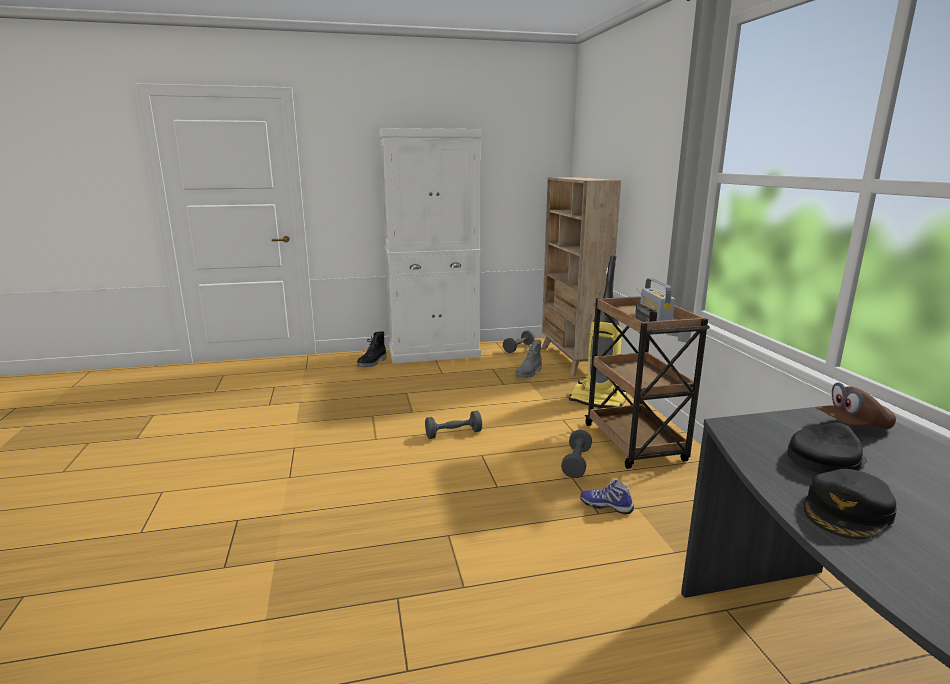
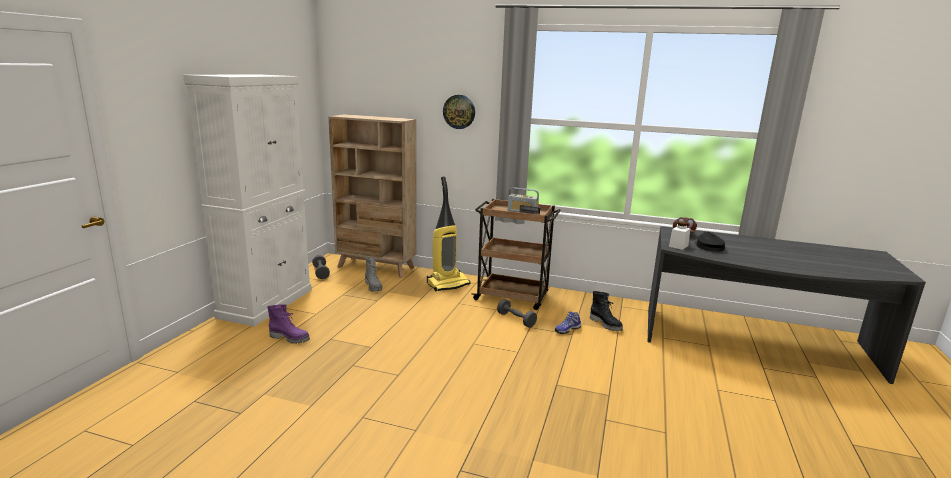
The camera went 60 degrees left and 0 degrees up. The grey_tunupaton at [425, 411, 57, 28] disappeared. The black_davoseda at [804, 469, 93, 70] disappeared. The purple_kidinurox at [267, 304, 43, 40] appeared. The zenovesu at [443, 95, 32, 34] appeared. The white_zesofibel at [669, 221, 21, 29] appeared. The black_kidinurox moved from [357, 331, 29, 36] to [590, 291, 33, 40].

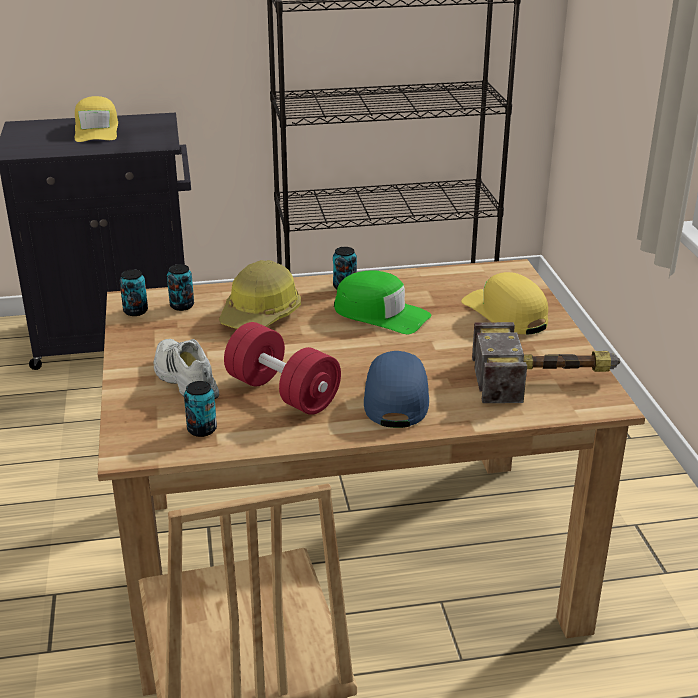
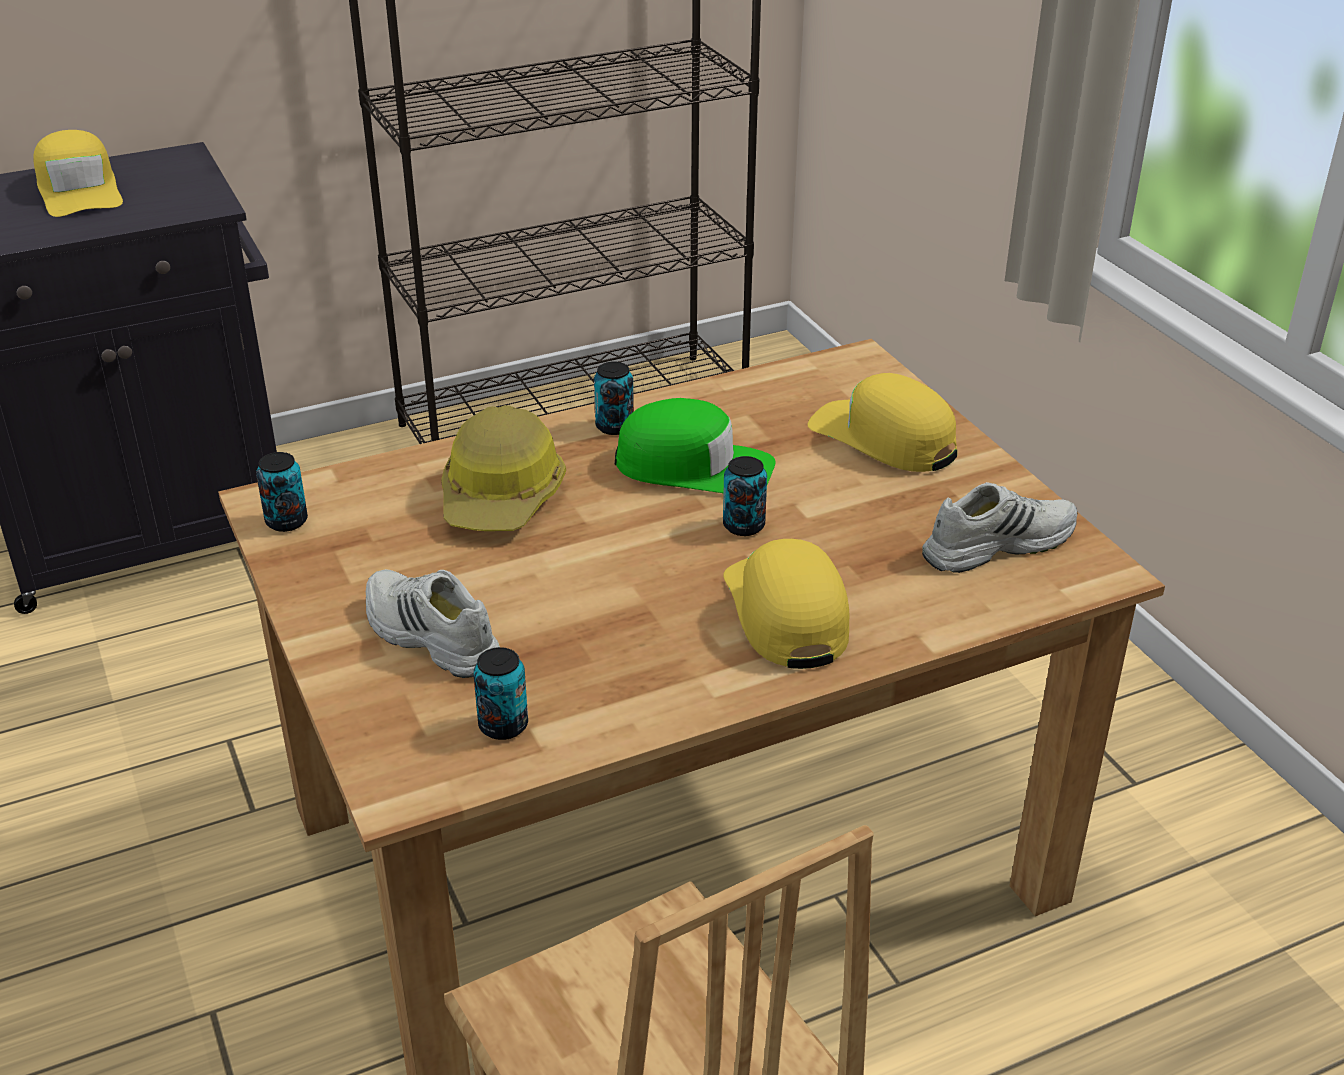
The camera went 15 degrees left and 5 degrees up. The red_tunupaton at [224, 322, 117, 93] disappeared. The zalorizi moved from [167, 264, 27, 47] to [723, 456, 44, 80]. The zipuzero at [472, 322, 148, 81] was replaced by the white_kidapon at [922, 482, 156, 91]. The blue_davoseda at [364, 351, 65, 77] became the yellow_davoseda at [723, 539, 126, 130].

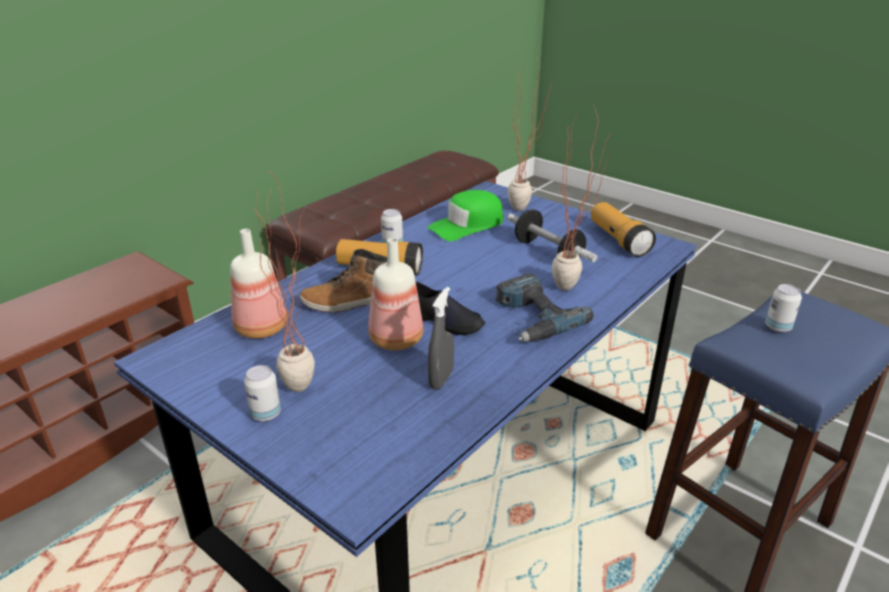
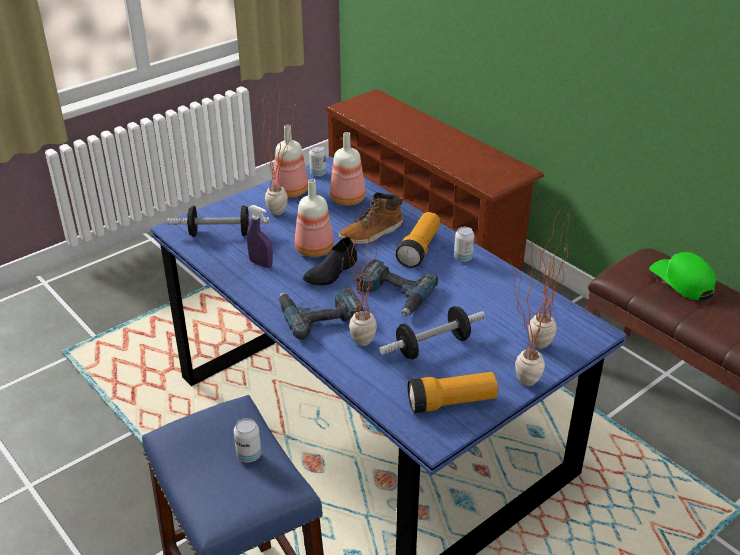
The camera went 100 degrees right and 5 degrees up. The tunupaton at [167, 205, 102, 32] appeared. The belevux at [273, 125, 35, 73] appeared. The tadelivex at [356, 259, 82, 57] appeared. The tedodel at [509, 239, 46, 147] appeared. The zalorizi moved from [244, 365, 37, 56] to [309, 145, 17, 32]. The green_davoseda moved from [428, 190, 75, 51] to [649, 252, 67, 48]. The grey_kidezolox at [428, 287, 26, 103] became the purple_kidezolox at [247, 205, 26, 63]. The kidinurox at [299, 249, 88, 64] turned 120 degrees counterclockwise.

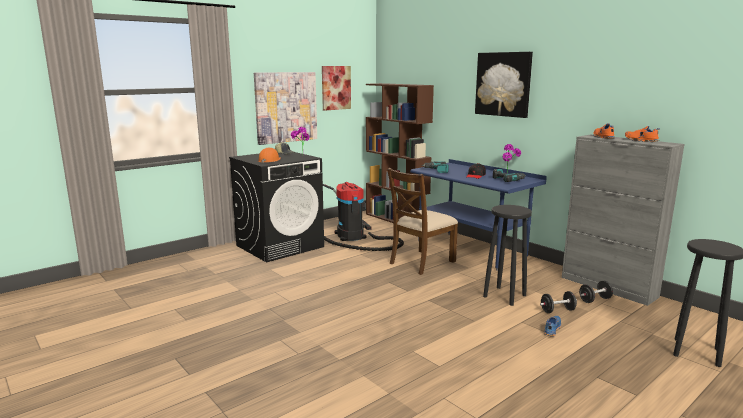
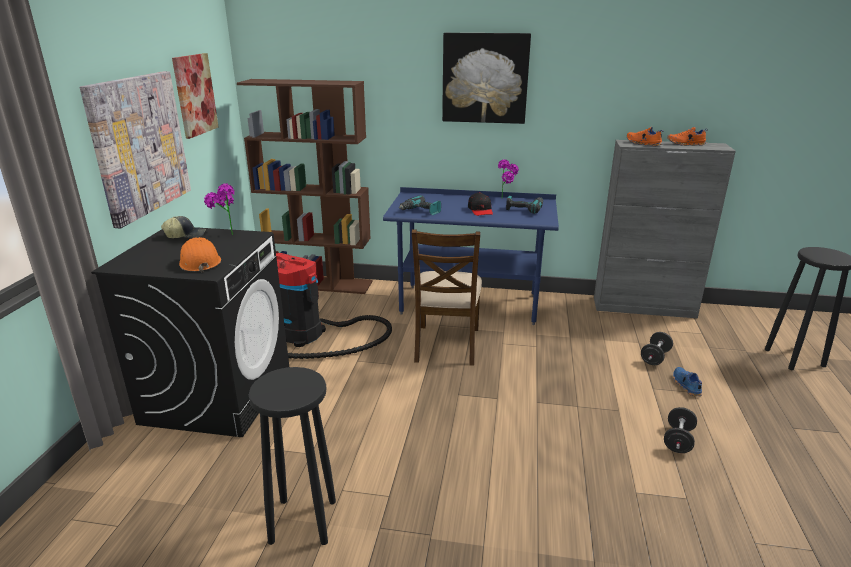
The camera went 40 degrees left and 10 degrees up. The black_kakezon moved from [483, 205, 49, 101] to [249, 367, 87, 178]. The black_tunupaton moved from [579, 281, 34, 22] to [664, 407, 33, 46].

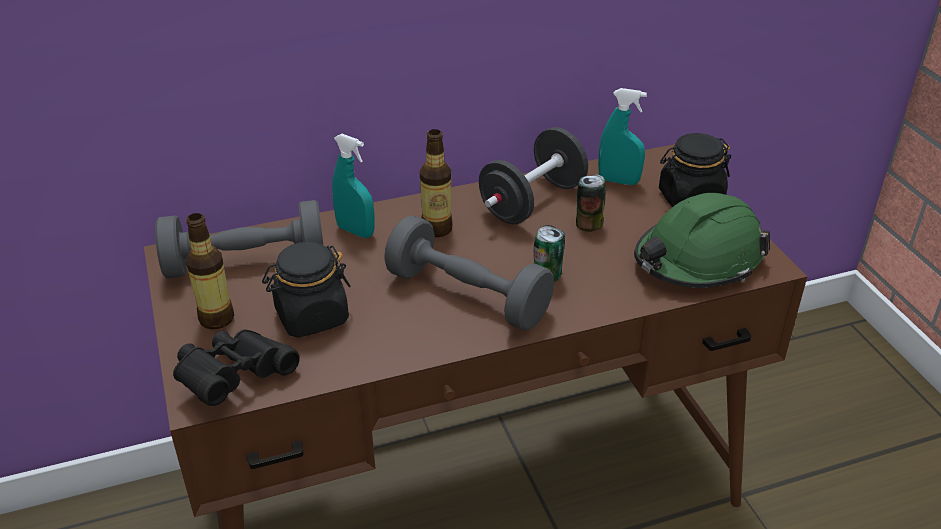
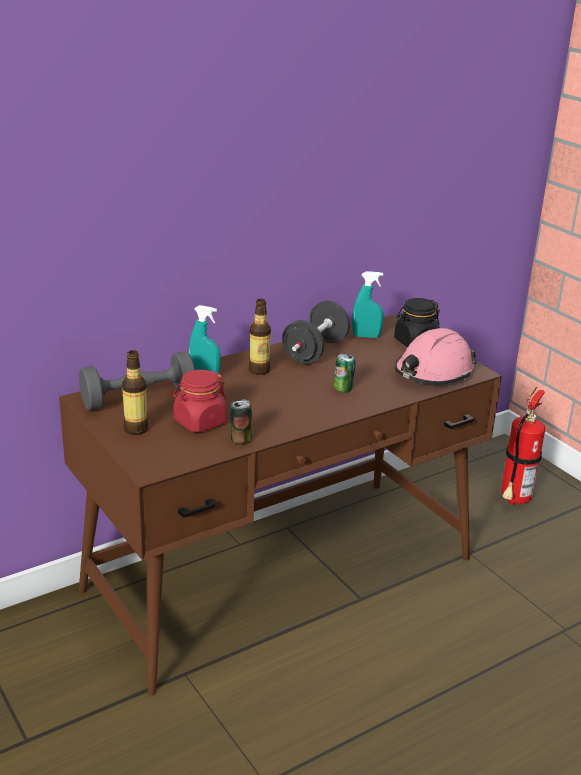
The camera went 15 degrees left and 10 degrees down. The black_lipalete at [173, 329, 127, 77] disappeared. The grey_tunupaton at [384, 216, 170, 115] disappeared. The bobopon at [501, 387, 45, 118] appeared. The zalorizi moved from [576, 175, 30, 57] to [230, 400, 22, 45]. The black_zesofibel at [262, 242, 89, 95] became the red_zesofibel at [173, 370, 54, 62]. The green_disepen at [634, 193, 136, 95] became the pink_disepen at [394, 328, 83, 56].

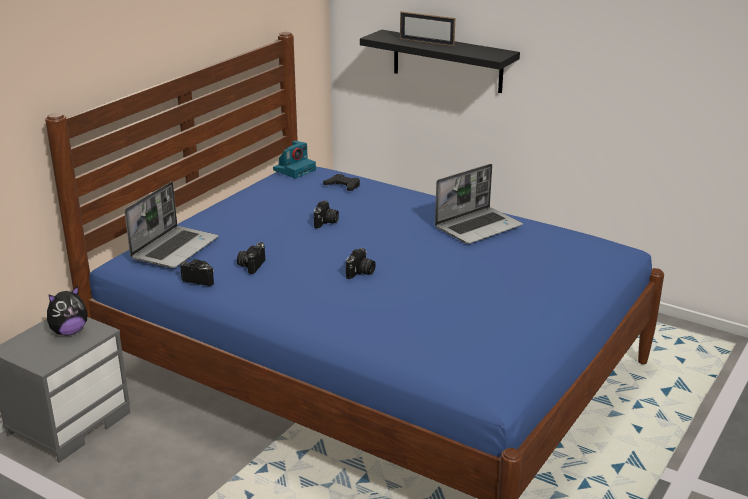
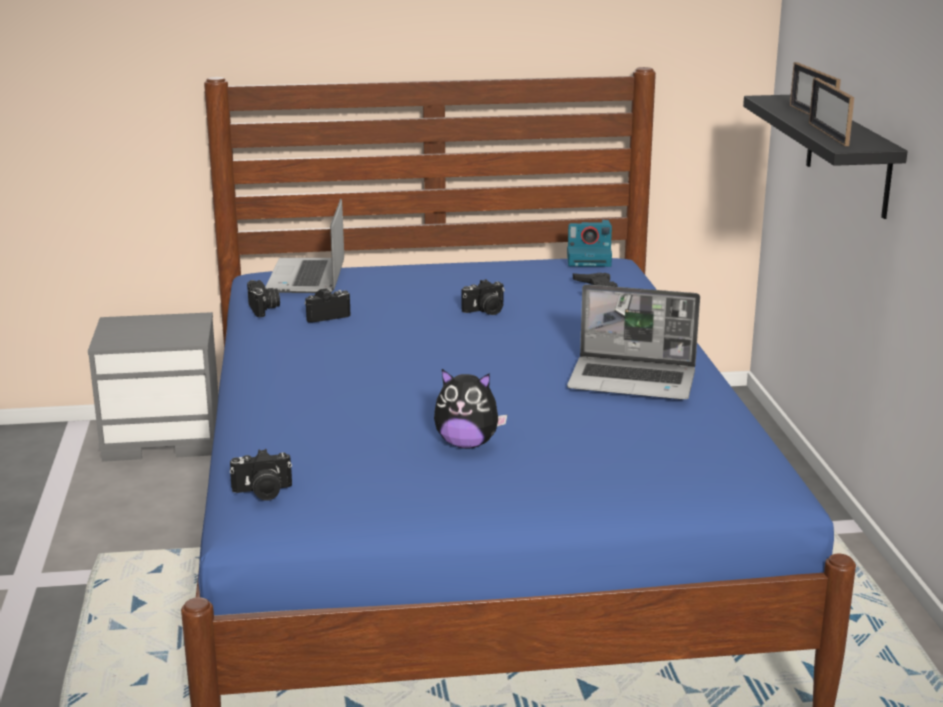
The camera went 50 degrees right and 5 degrees down. The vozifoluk at [809, 78, 45, 68] appeared. The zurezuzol moved from [47, 286, 41, 50] to [434, 369, 74, 80]. The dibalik moved from [346, 248, 30, 31] to [230, 449, 62, 51]. The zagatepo at [124, 182, 95, 86] turned 105 degrees clockwise.

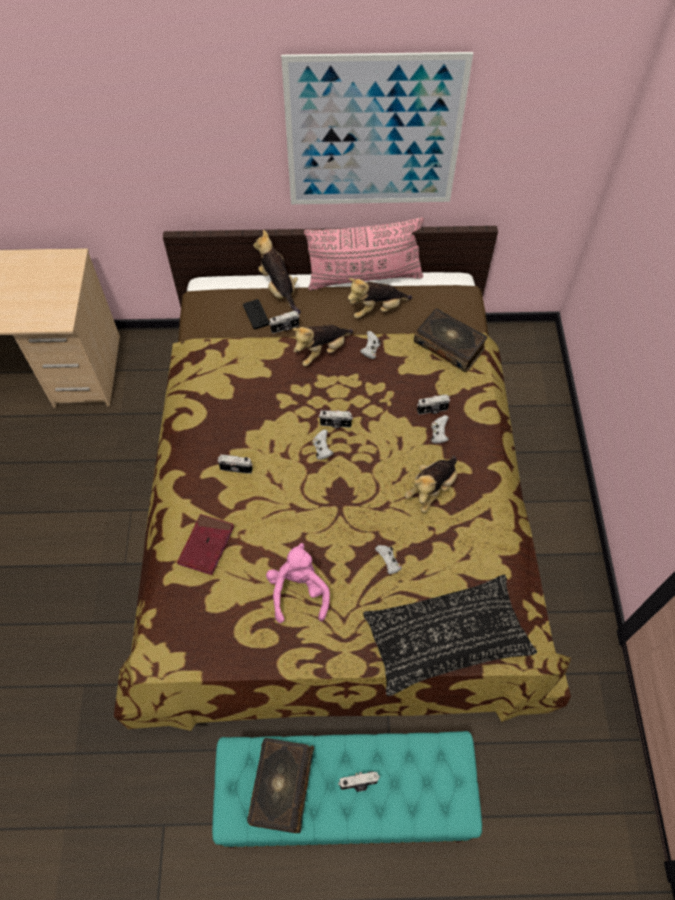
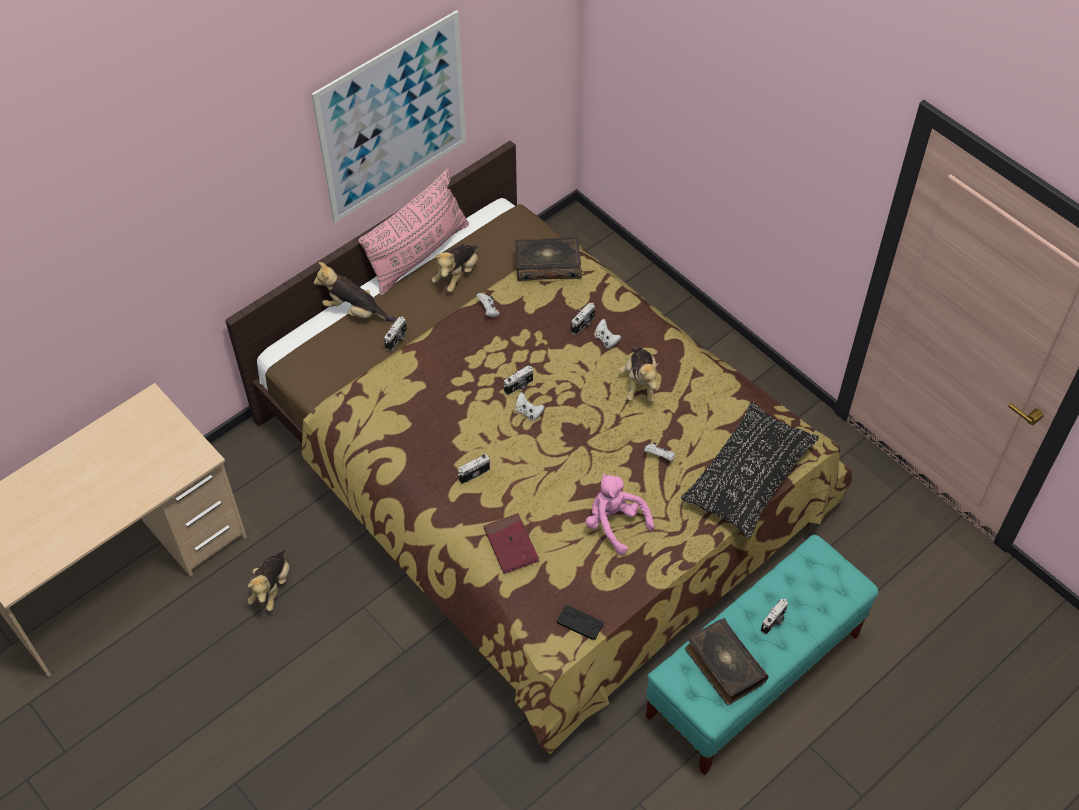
The camera went 40 degrees left and 5 degrees down. The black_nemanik moved from [243, 299, 27, 30] to [557, 605, 47, 35]. The zurezuzol moved from [292, 325, 61, 41] to [248, 548, 41, 63].

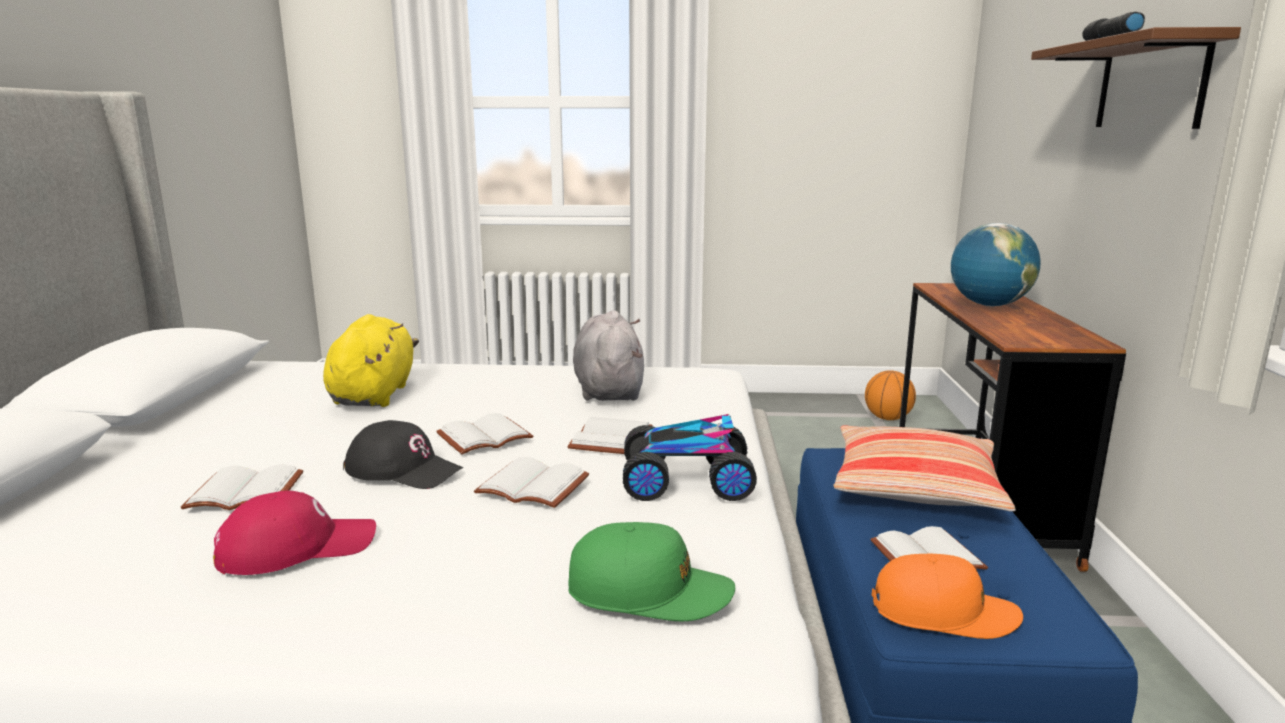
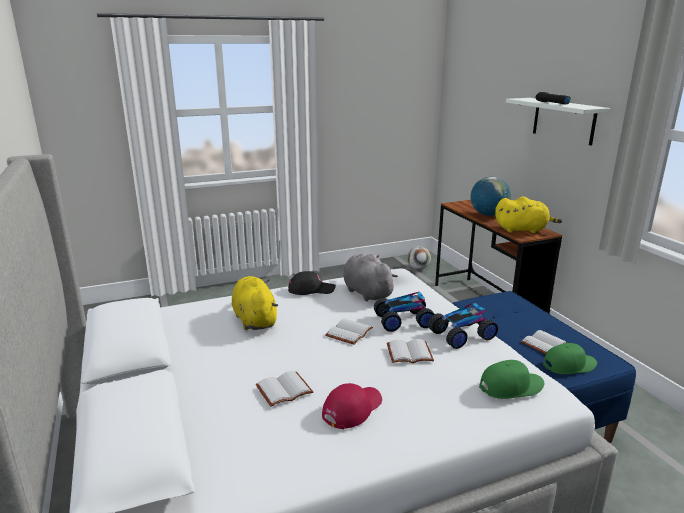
The camera went 25 degrees left and 5 degrees up. The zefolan at [833, 425, 183, 87] disappeared. The yellow_zurezuzol at [495, 197, 67, 36] appeared. The black_davoseda moved from [343, 420, 121, 69] to [288, 271, 48, 24]. The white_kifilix at [568, 417, 84, 37] was replaced by the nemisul at [374, 291, 60, 41]. The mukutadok at [865, 370, 51, 50] was replaced by the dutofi at [407, 246, 24, 24]. The orange_davoseda at [872, 553, 151, 86] became the green_davoseda at [543, 343, 54, 31]. The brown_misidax at [1031, 27, 210, 102] became the white_misidax at [506, 98, 104, 48].

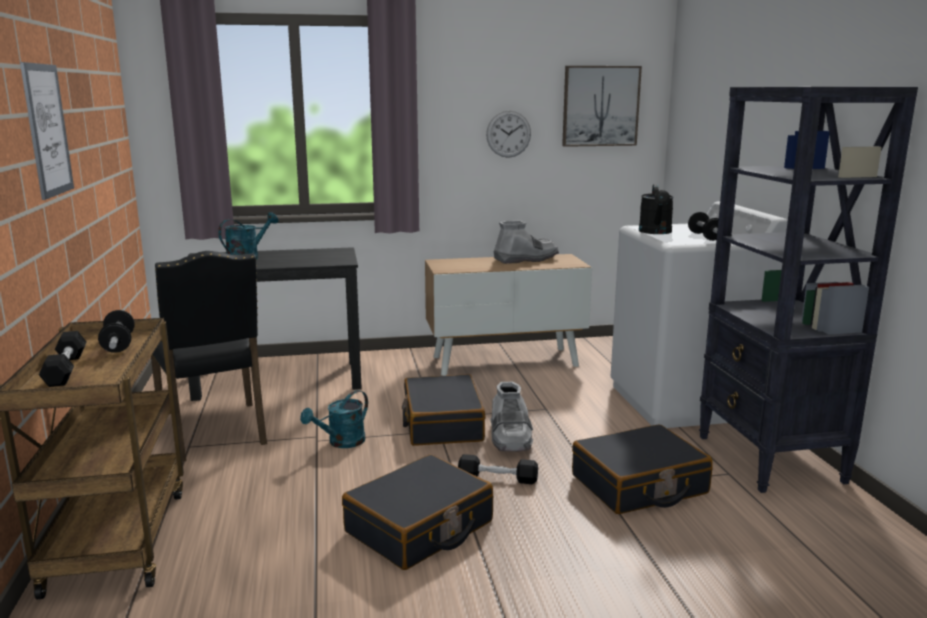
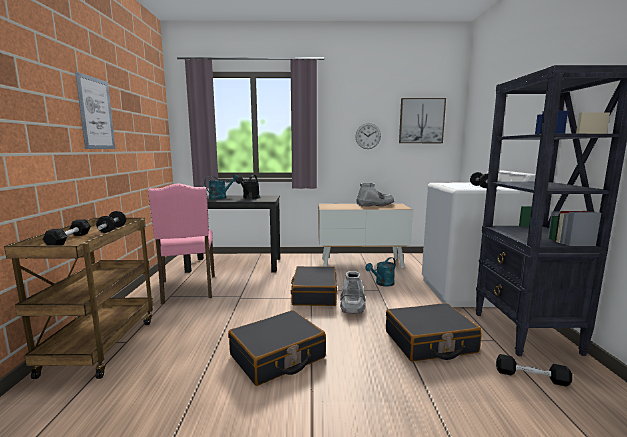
The camera went 10 degrees right and 5 degrees down. The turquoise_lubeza moved from [300, 390, 68, 58] to [365, 257, 31, 30]. The black_tunupaton moved from [458, 454, 80, 30] to [496, 354, 76, 33]. The black_lubeza moved from [639, 184, 35, 50] to [236, 175, 24, 24]. The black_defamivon at [151, 251, 116, 211] became the pink_defamivon at [148, 183, 67, 121].

